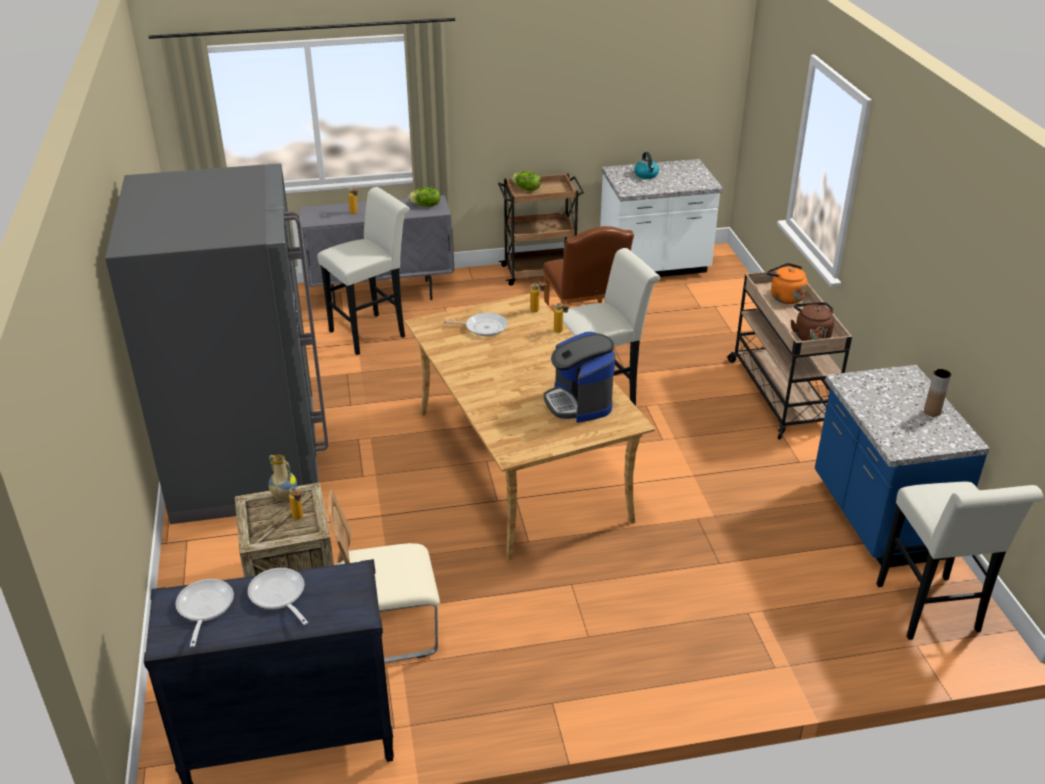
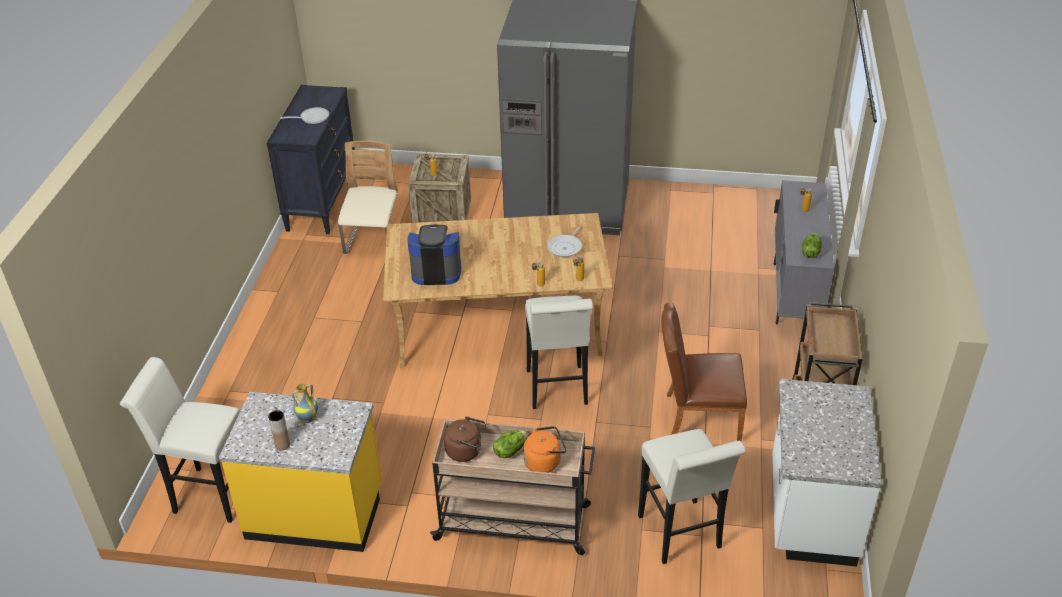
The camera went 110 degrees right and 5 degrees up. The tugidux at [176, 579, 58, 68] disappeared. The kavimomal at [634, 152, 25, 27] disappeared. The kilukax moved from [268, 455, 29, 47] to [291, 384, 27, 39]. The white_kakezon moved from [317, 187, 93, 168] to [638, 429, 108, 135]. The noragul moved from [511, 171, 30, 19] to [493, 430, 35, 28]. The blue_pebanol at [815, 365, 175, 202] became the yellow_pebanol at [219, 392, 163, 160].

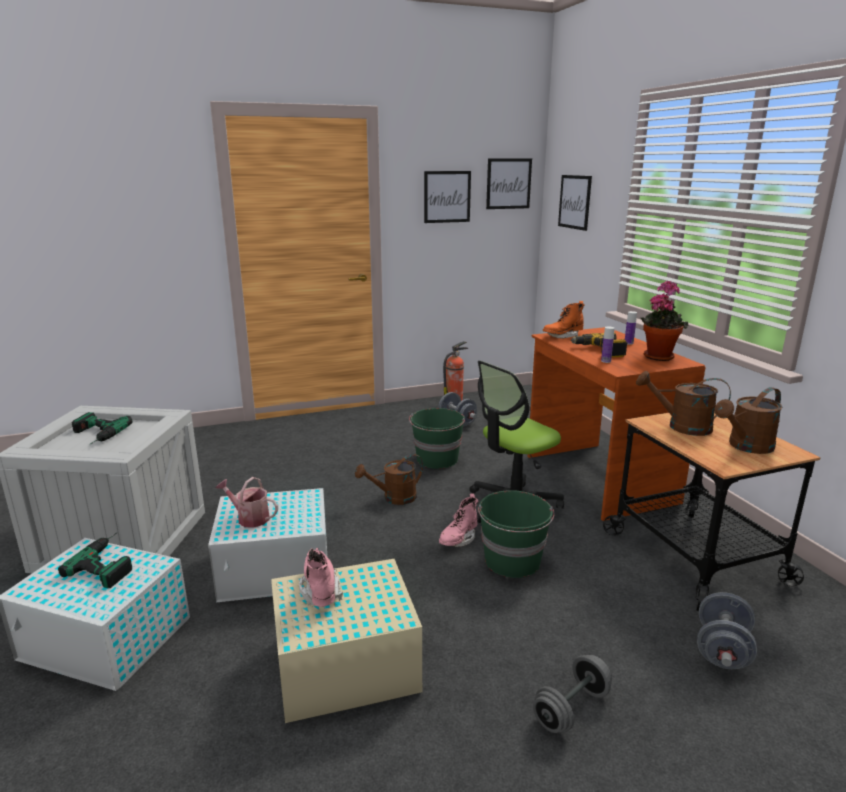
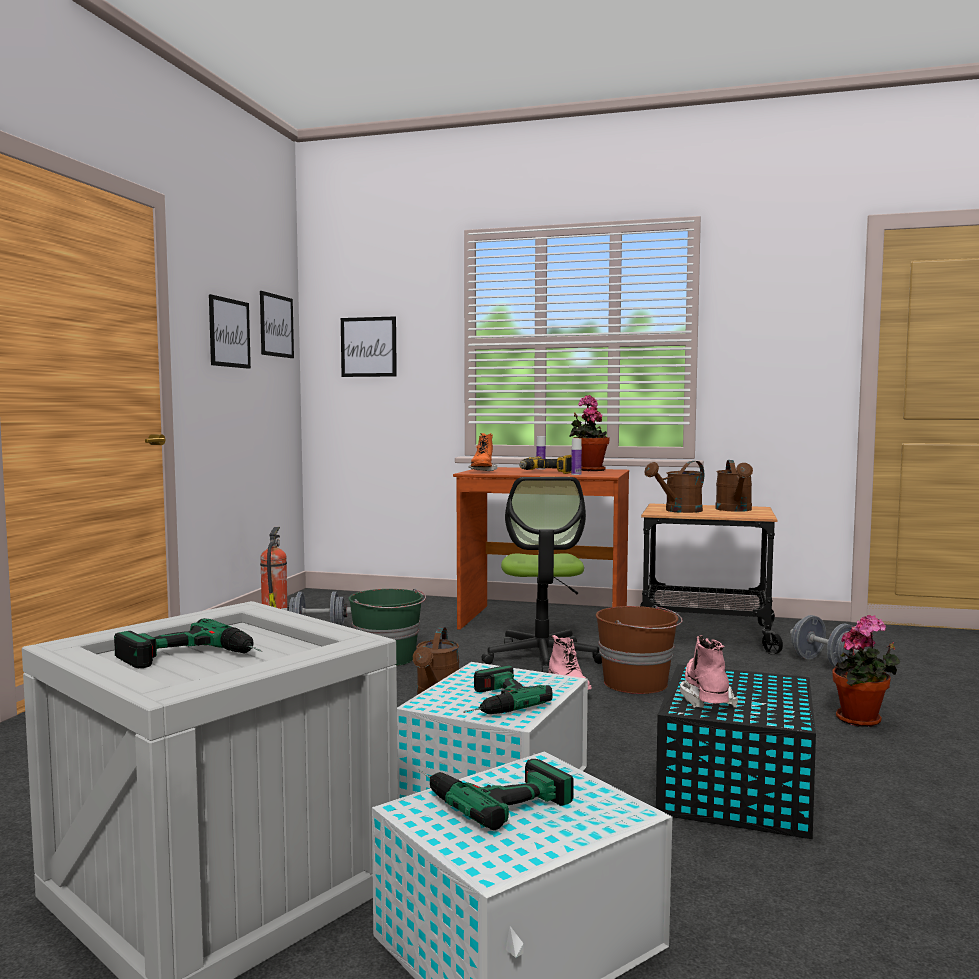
The camera went 55 degrees left and 15 degrees down. The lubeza at [216, 477, 62, 51] was replaced by the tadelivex at [463, 665, 90, 49]. The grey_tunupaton at [533, 655, 79, 78] was replaced by the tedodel at [833, 615, 67, 112]. The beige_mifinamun at [271, 559, 151, 164] became the black_mifinamun at [656, 664, 160, 175]. The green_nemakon at [478, 490, 77, 88] became the brown_nemakon at [596, 605, 86, 89]. The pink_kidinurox at [299, 548, 44, 59] turned 75 degrees clockwise.

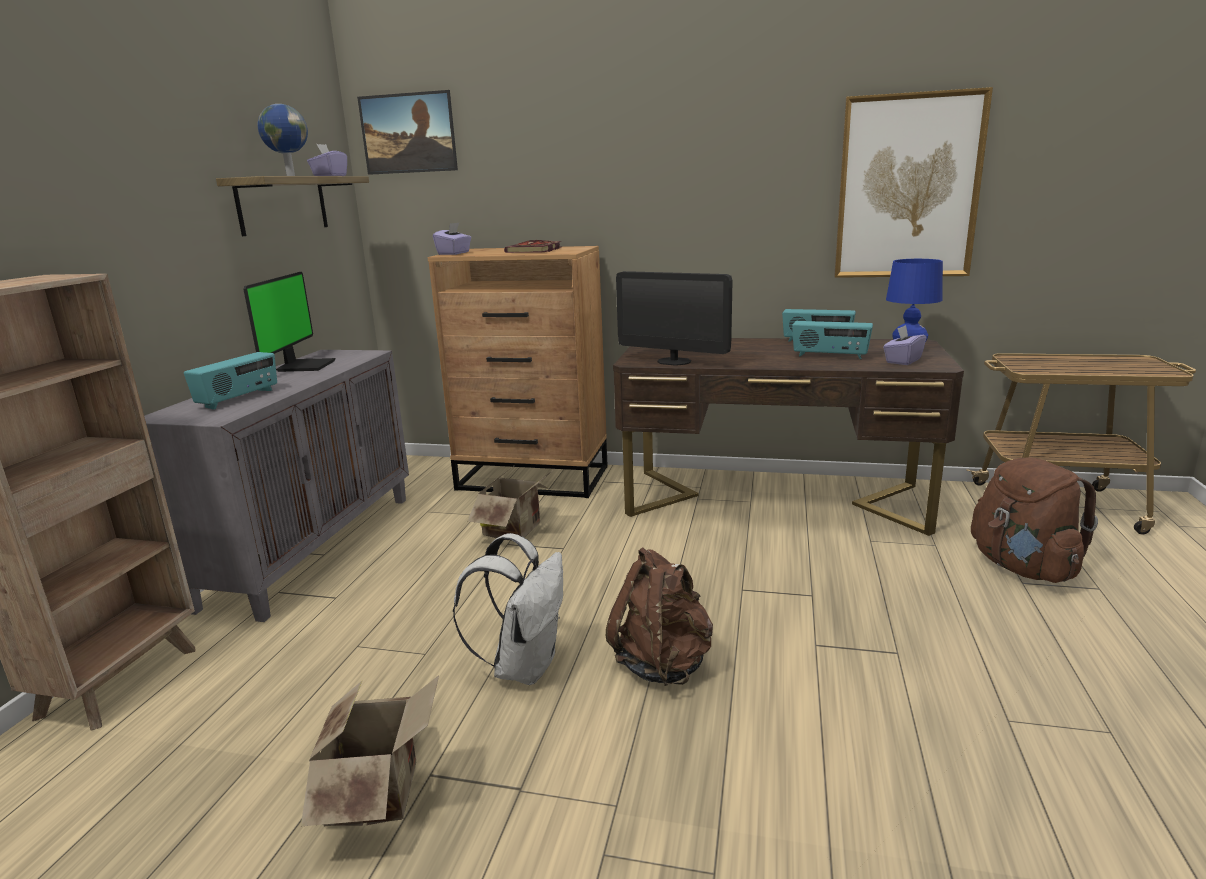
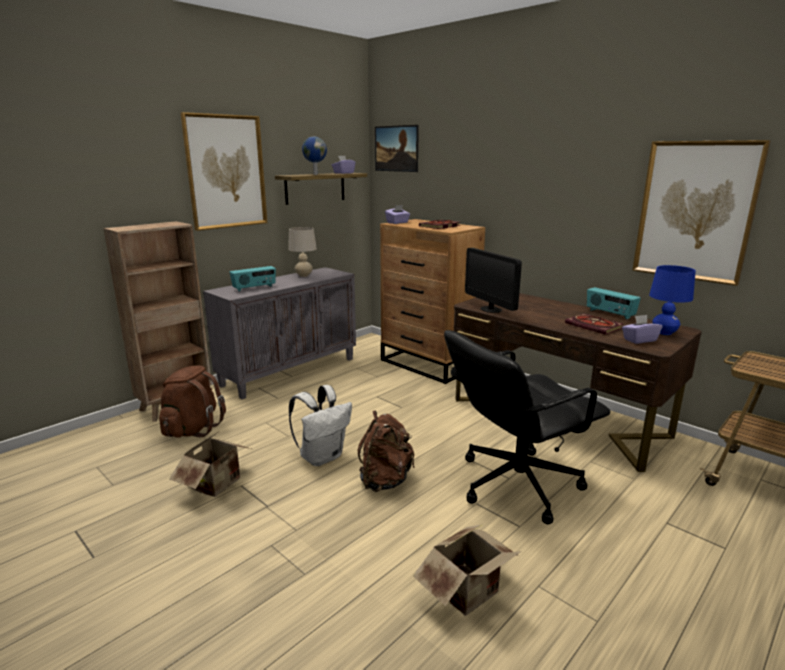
The camera went 30 degrees right and 0 degrees up. The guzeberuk at [181, 112, 86, 119] appeared. The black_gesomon at [444, 330, 167, 194] appeared. The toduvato moved from [468, 467, 84, 73] to [413, 524, 108, 92]. The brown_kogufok moved from [971, 458, 127, 125] to [159, 366, 67, 72]. The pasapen at [243, 272, 93, 100] was replaced by the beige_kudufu at [288, 227, 29, 50]. The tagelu at [792, 321, 81, 38] was replaced by the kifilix at [565, 314, 58, 20].

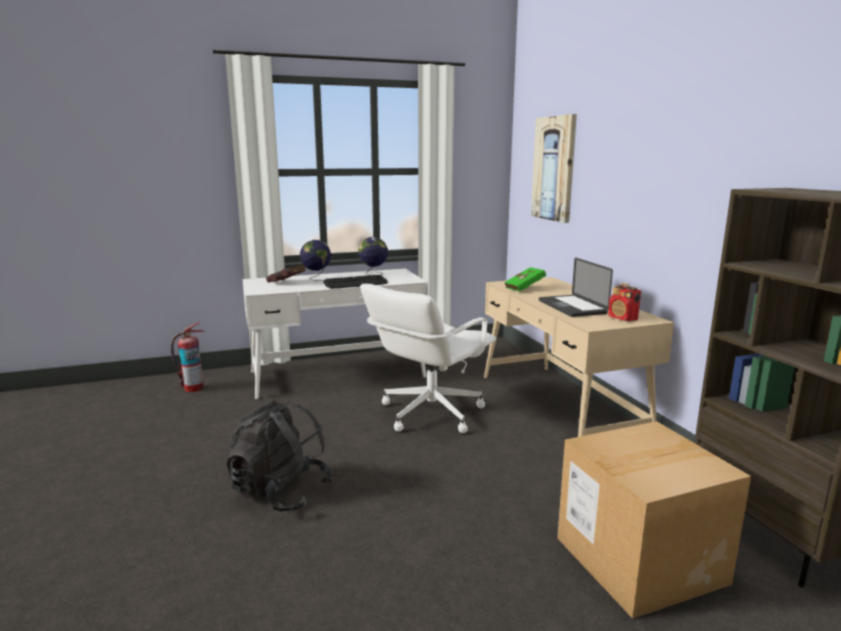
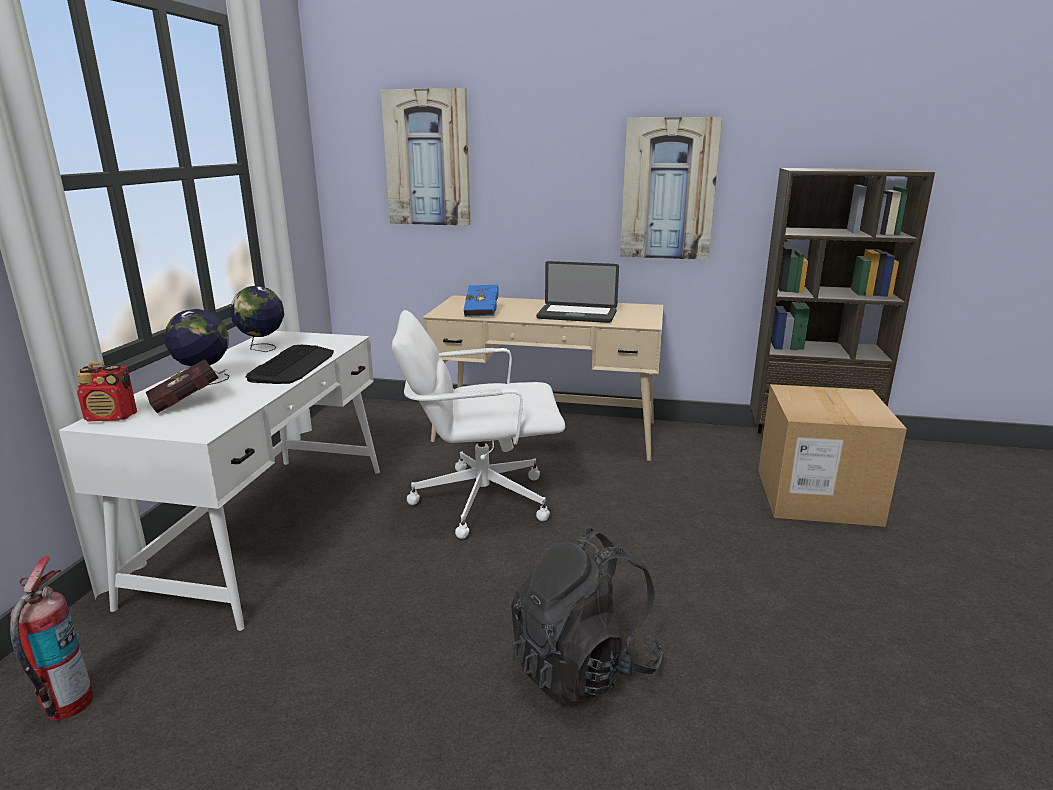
The camera went 60 degrees left and 5 degrees up. The guzeberuk at [620, 117, 102, 143] appeared. The tagelu moved from [608, 283, 33, 38] to [76, 362, 61, 59]. The green_kifilix at [504, 267, 42, 25] became the blue_kifilix at [464, 285, 35, 32]. The white_gesomon at [360, 284, 136, 149] turned 105 degrees clockwise.

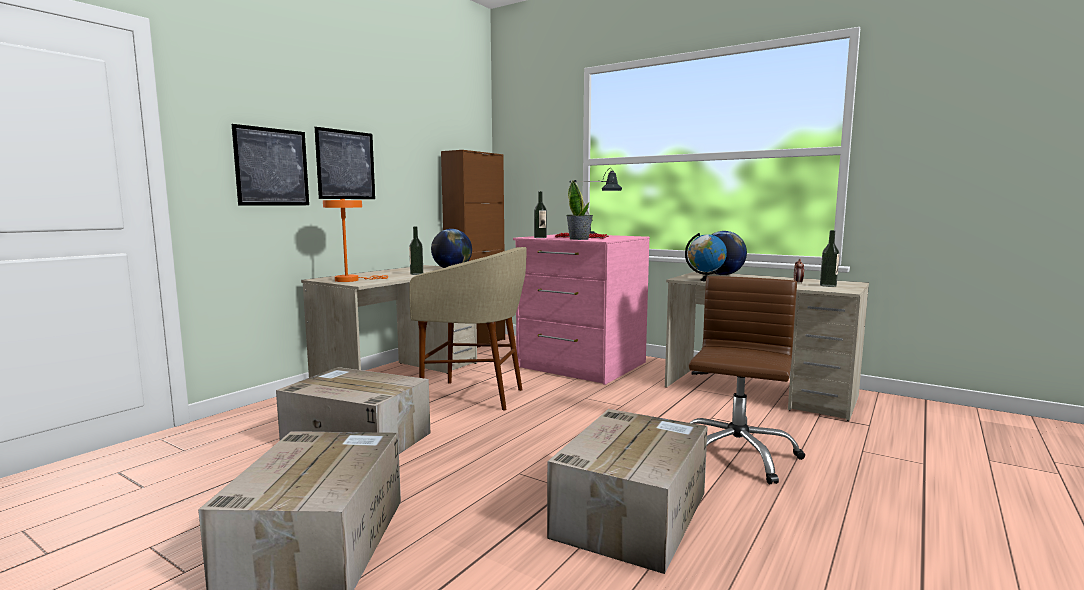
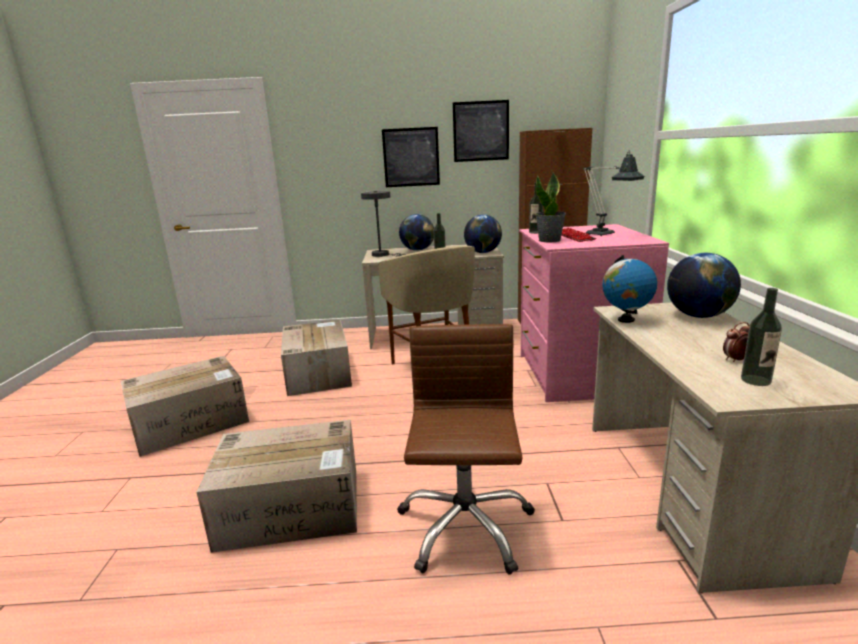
The camera went 55 degrees right and 10 degrees up. The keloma at [399, 214, 35, 37] appeared. The guzeberuk moved from [232, 124, 77, 81] to [453, 100, 56, 62]. The orange_kudufu at [323, 199, 65, 83] became the grey_kudufu at [361, 191, 45, 66]. The brown_gesomon at [689, 276, 116, 208] turned 75 degrees counterclockwise.

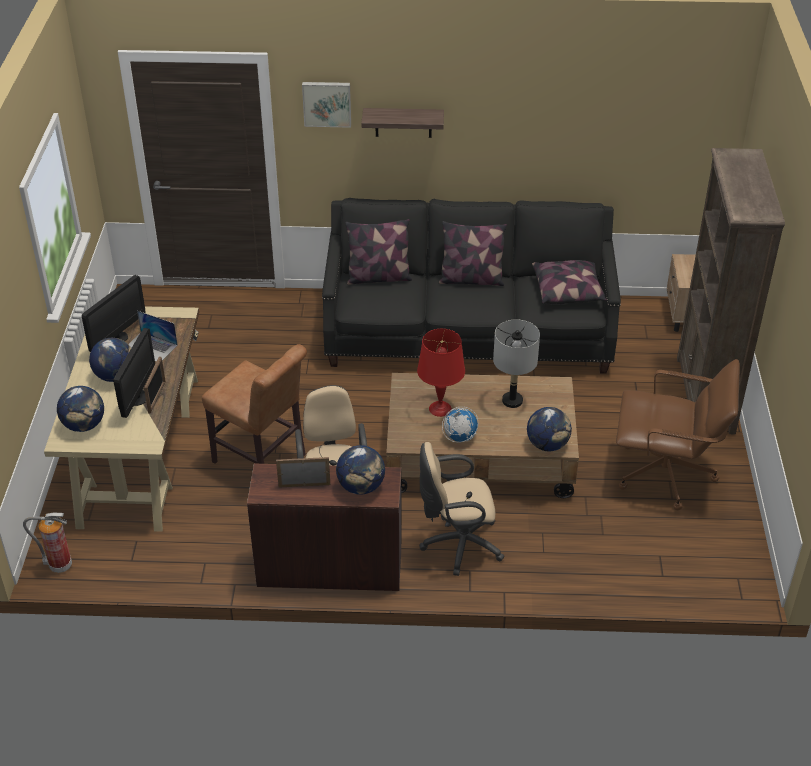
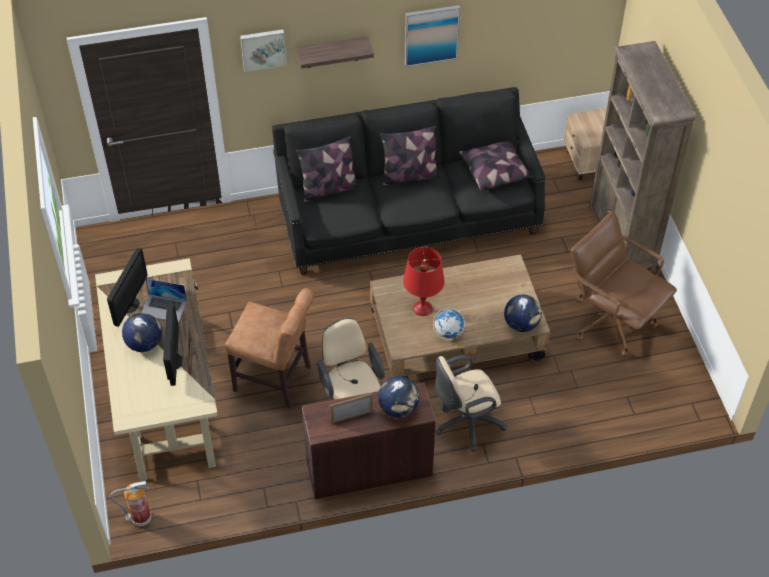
The camera went 15 degrees left and 10 degrees up. The keloma at [57, 386, 47, 46] disappeared. The grey_kudufu at [493, 319, 47, 89] disappeared. The guzeberuk at [405, 5, 55, 62] appeared. The brown_gesomon at [616, 359, 124, 151] turned 135 degrees counterclockwise.

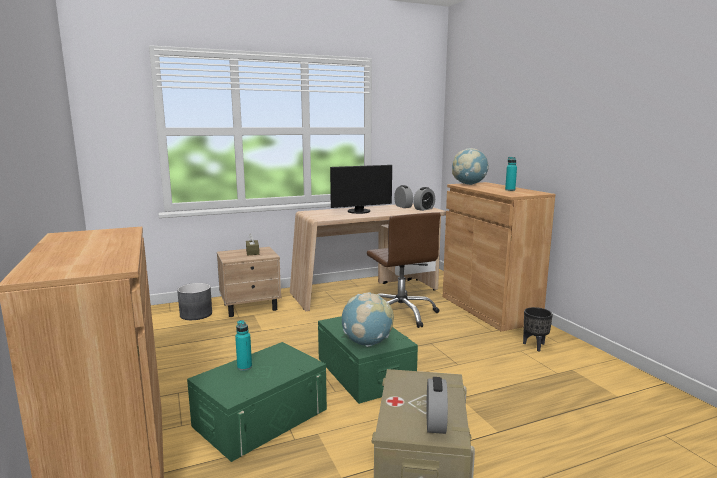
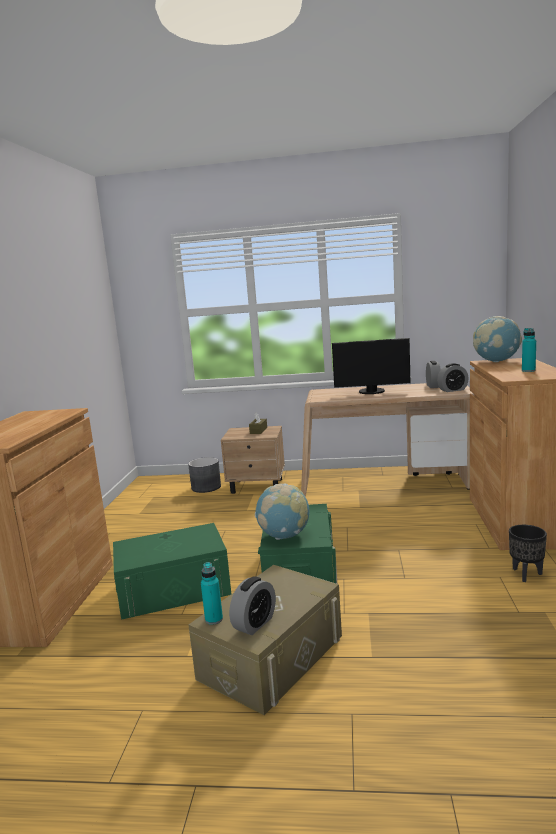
The camera went 30 degrees right and 0 degrees up. The brown_gesomon at [367, 212, 73, 116] disappeared. The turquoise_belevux moved from [235, 320, 17, 51] to [201, 562, 22, 63].

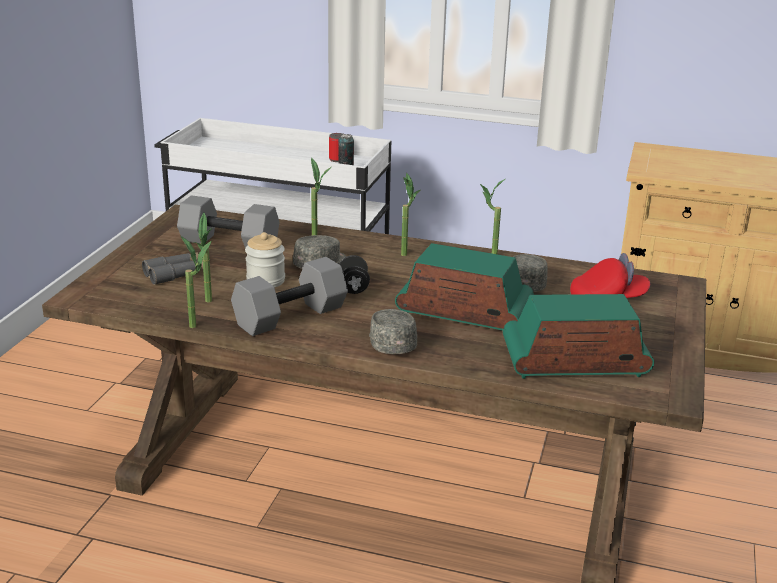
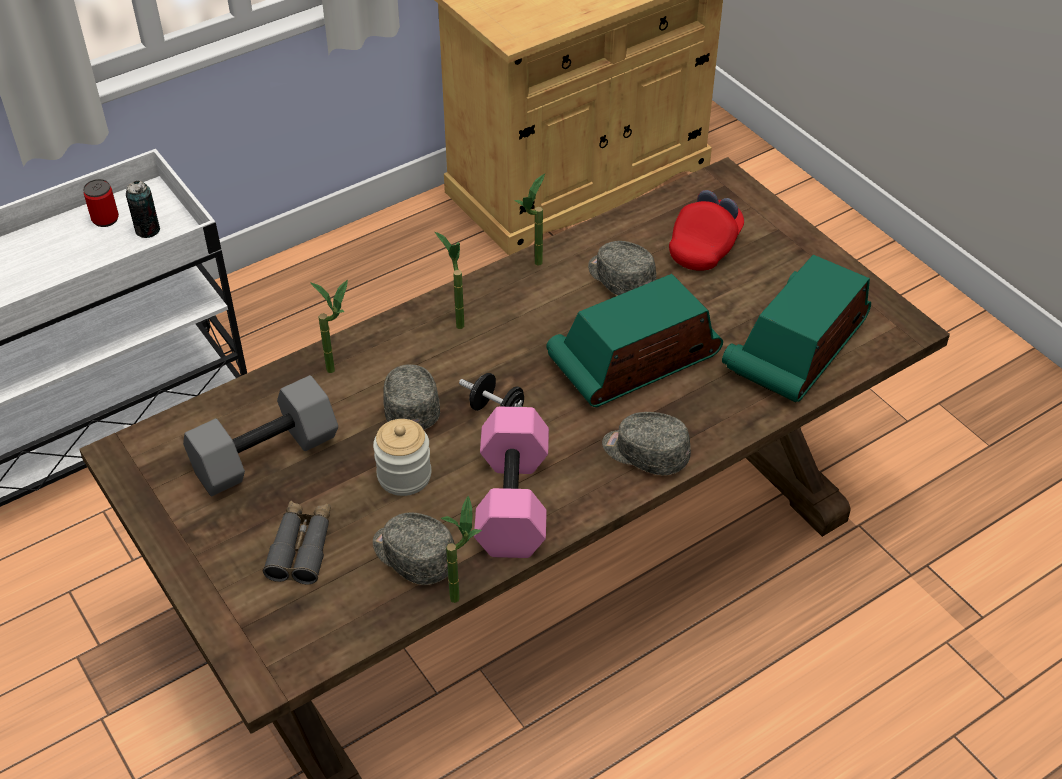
The camera went 50 degrees left and 20 degrees up. The tedodel at [194, 213, 18, 90] was replaced by the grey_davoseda at [373, 512, 82, 73]. The grey_tunupaton at [231, 257, 117, 79] became the pink_tunupaton at [474, 407, 75, 151].

